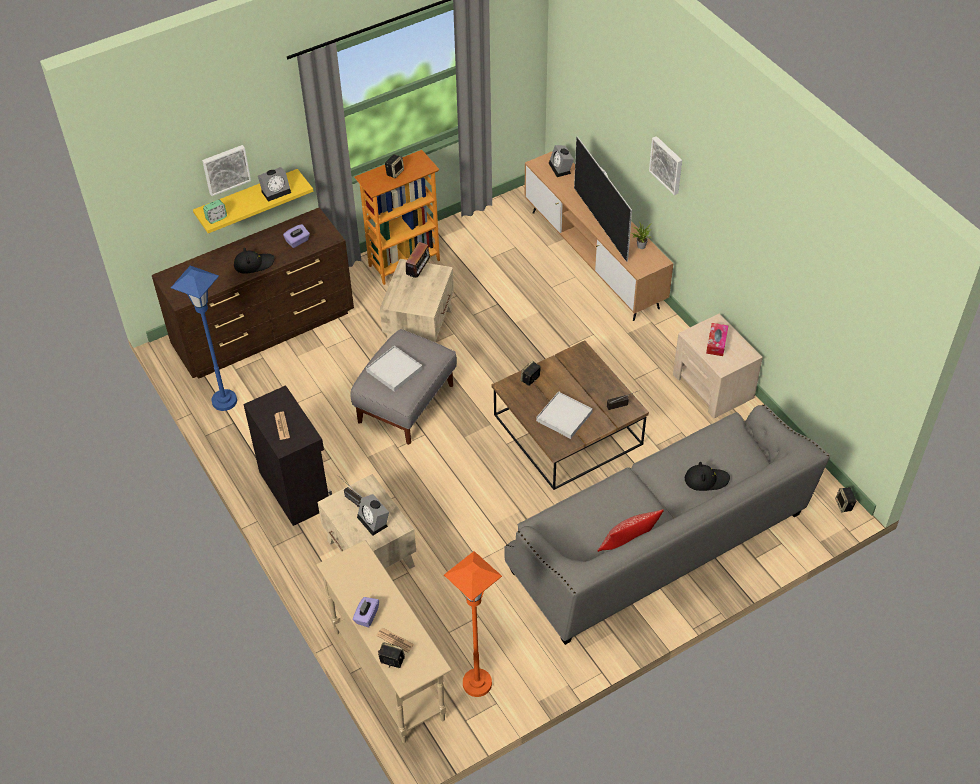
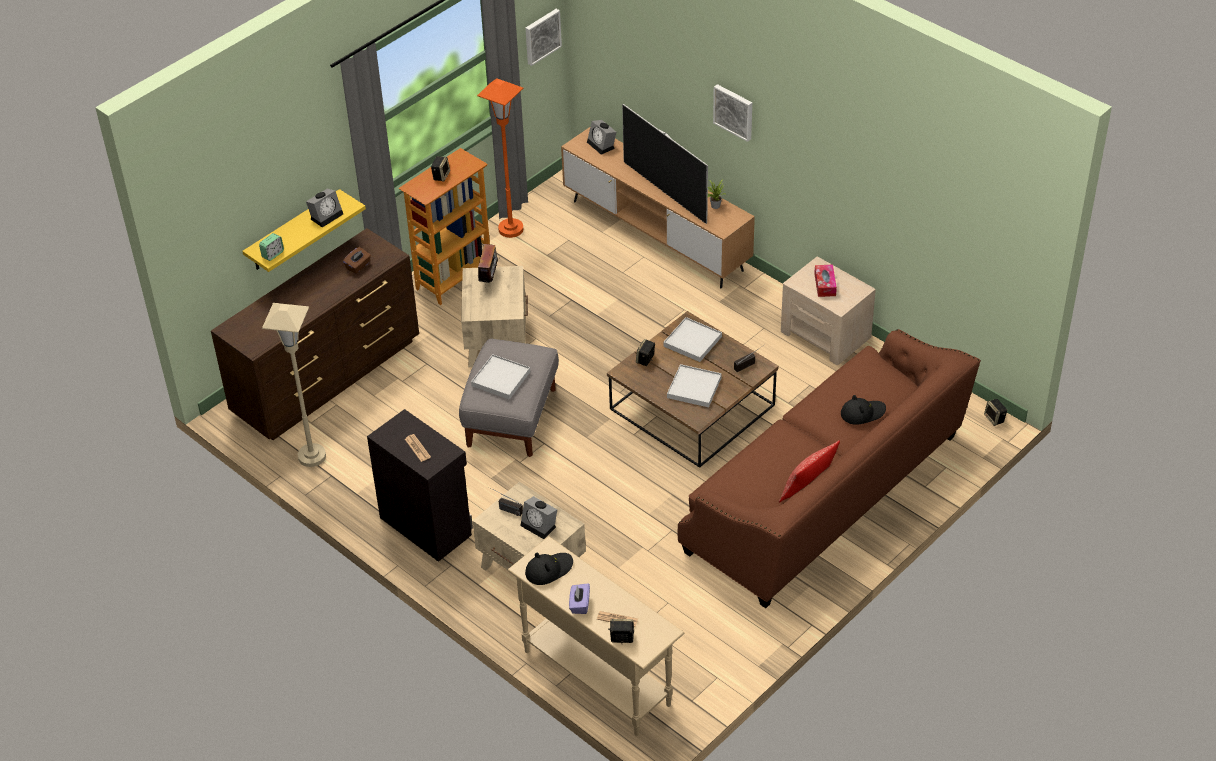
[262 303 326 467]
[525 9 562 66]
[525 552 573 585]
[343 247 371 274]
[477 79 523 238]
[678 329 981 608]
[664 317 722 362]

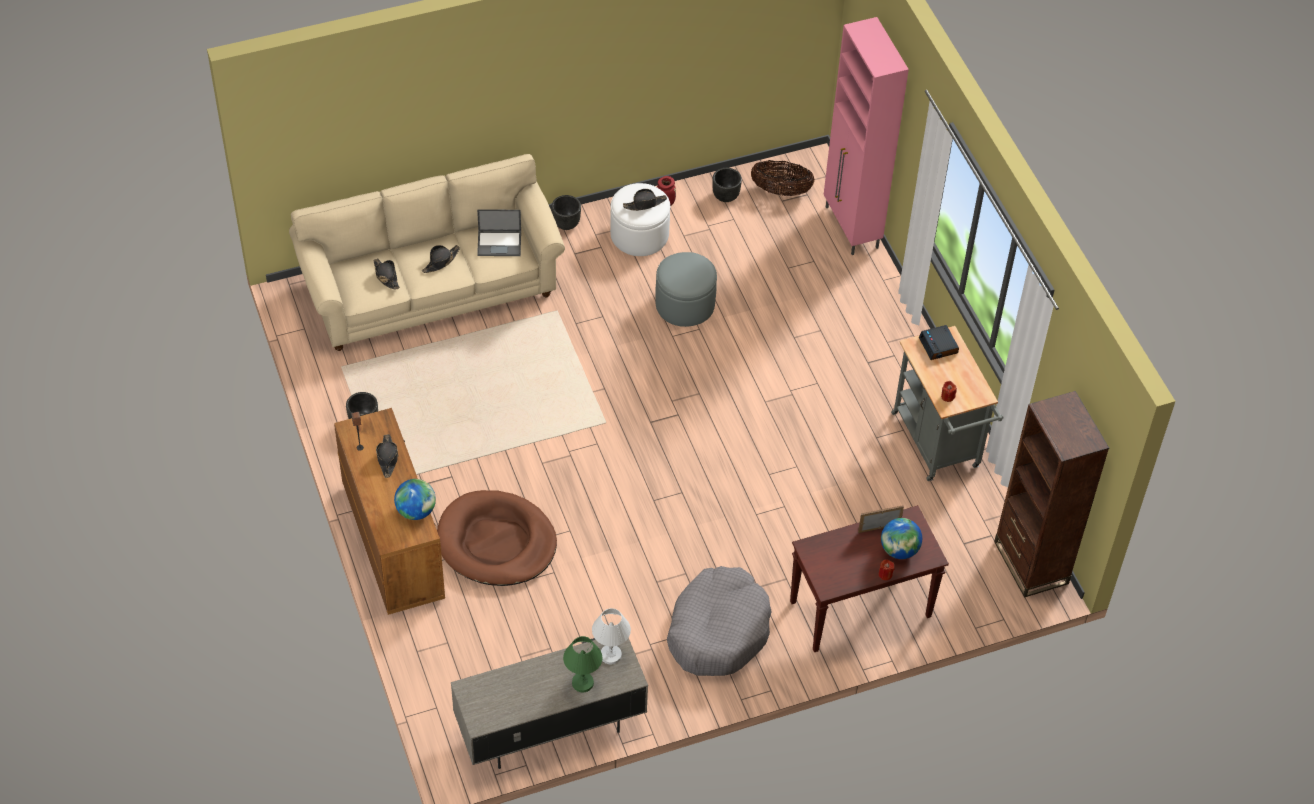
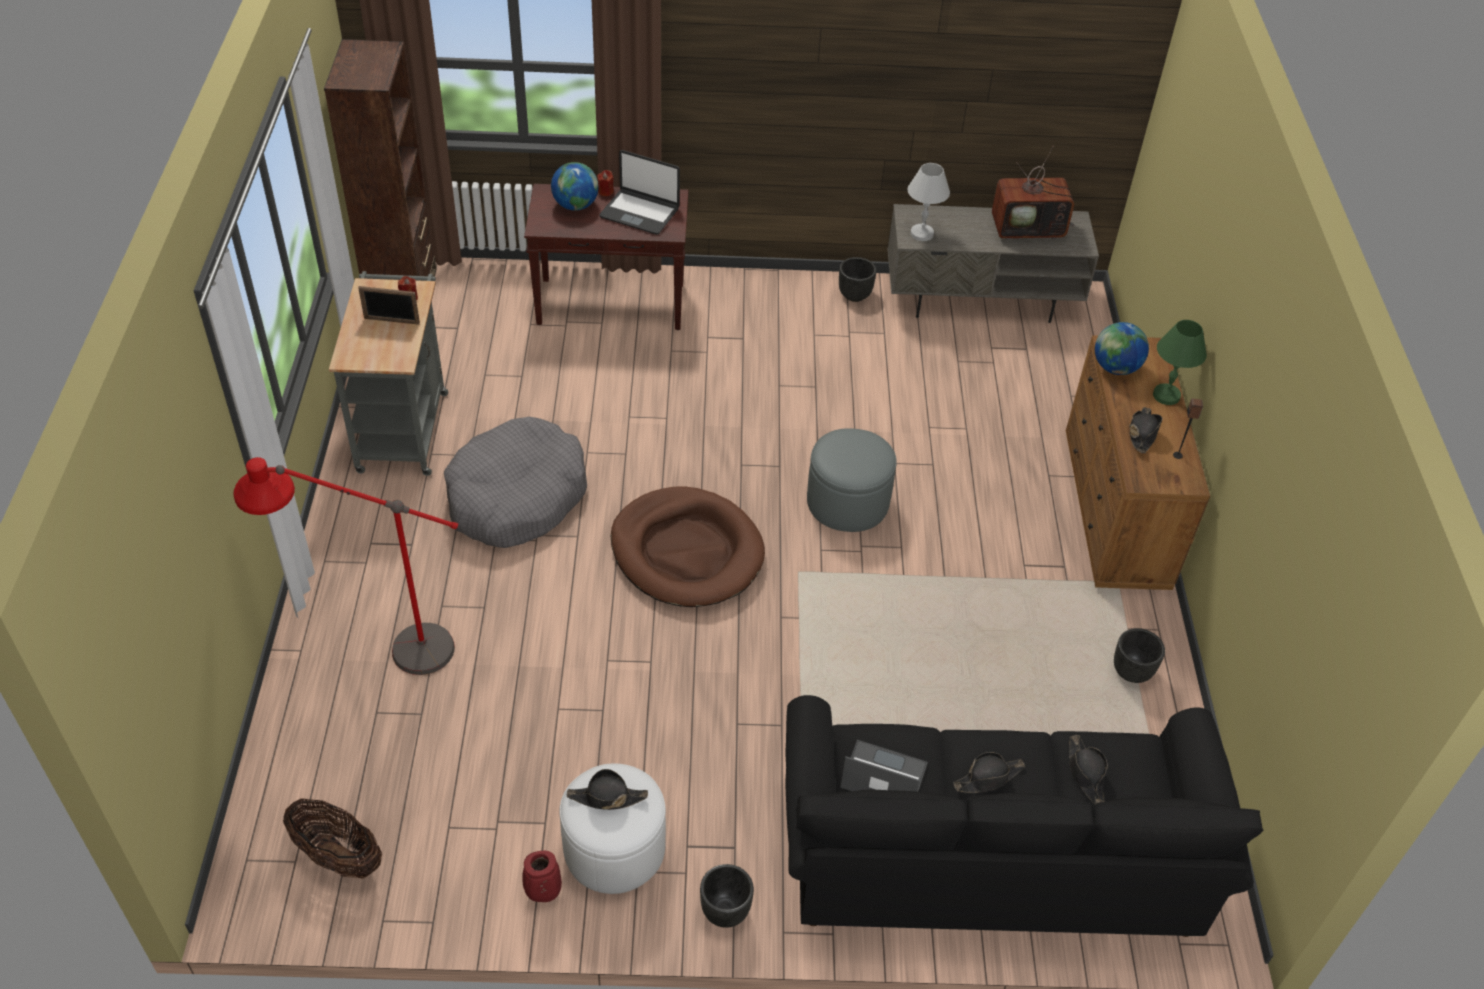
[785 695 1263 937]
[611 486 765 607]
[1153 320 1207 405]
[807 428 897 532]
[444 417 587 548]
[839 257 876 302]
[824 17 909 255] (first image)
[358 286 420 325]
[919 325 959 360] (first image)
[233 457 458 675]
[599 150 680 234]
[992 145 1074 239]

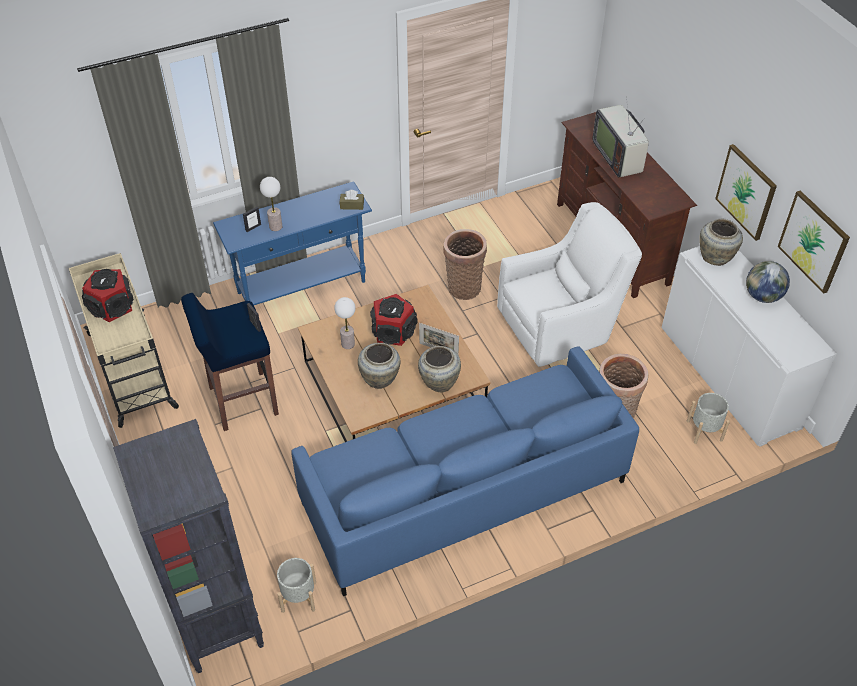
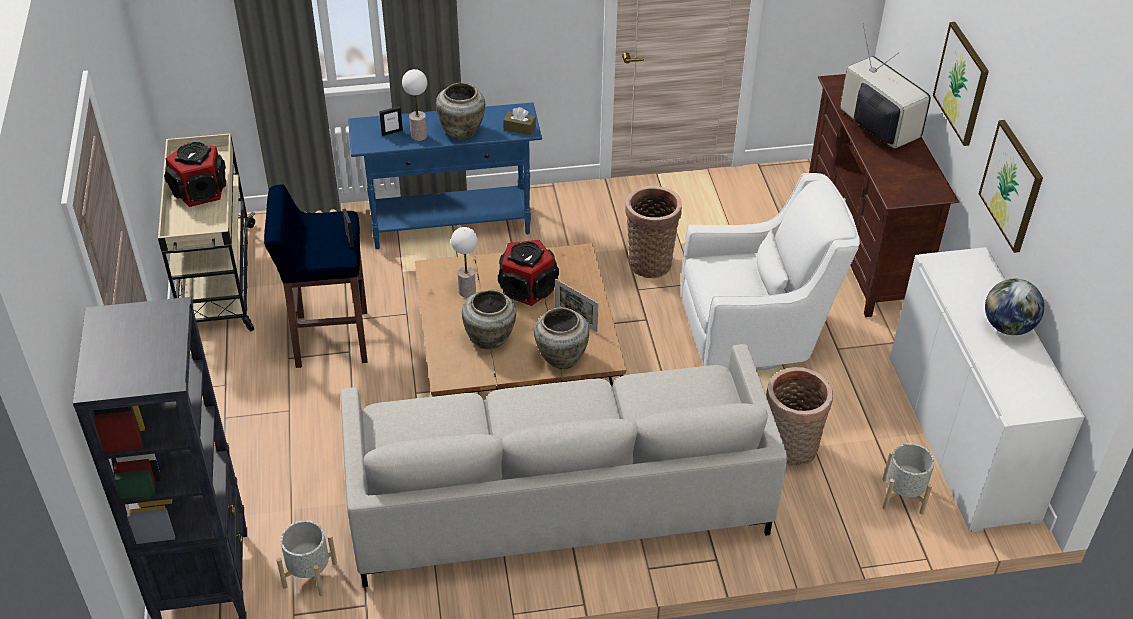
[341 344 787 587]
[840 24 931 150]
[436 83 485 139]
[933 22 989 146]

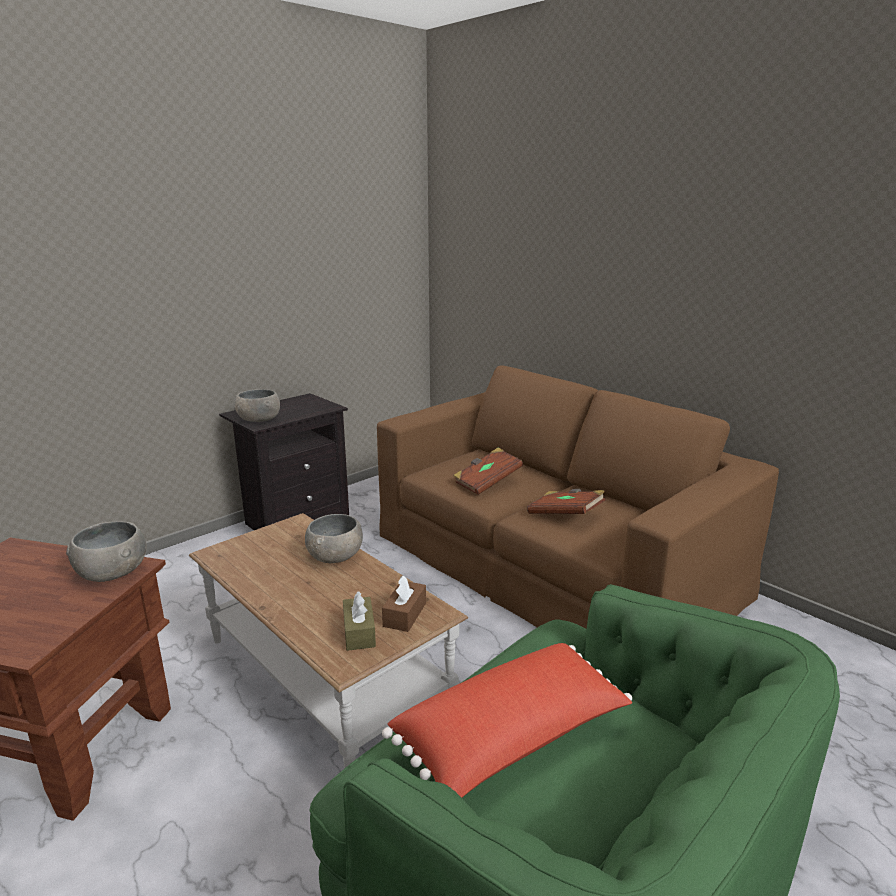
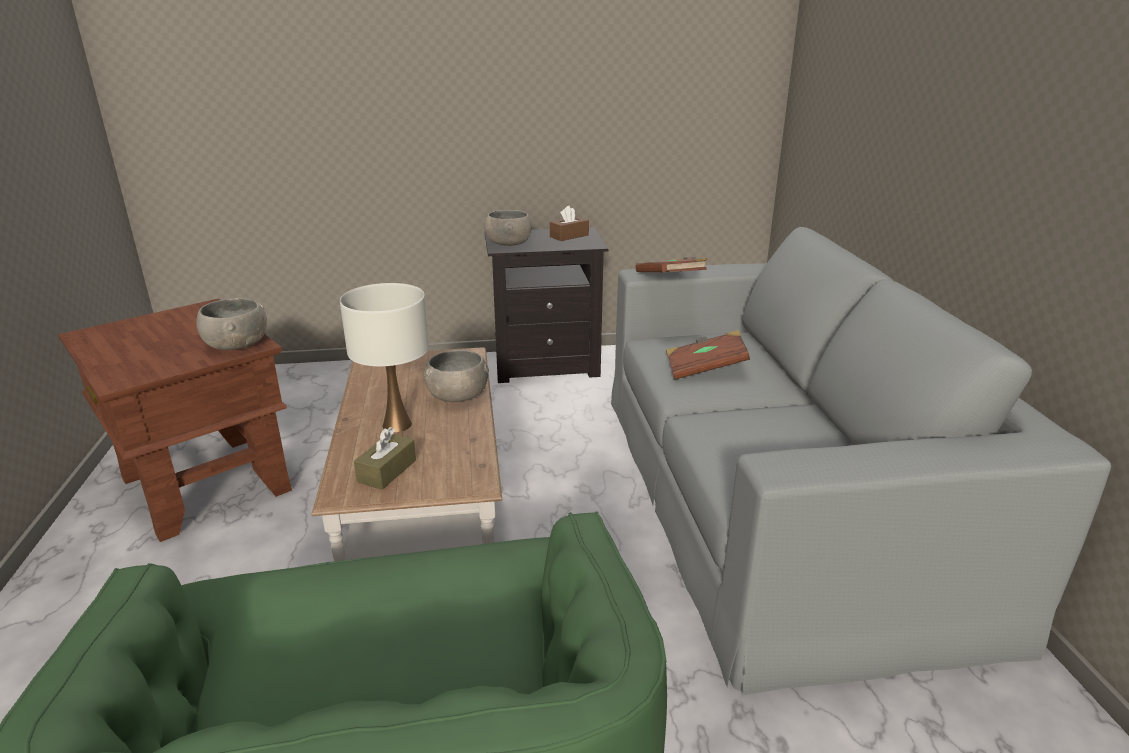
[611 227 1111 695]
[550 206 589 241]
[382 643 632 798] (first image)
[635 257 707 272]
[340 283 429 432]

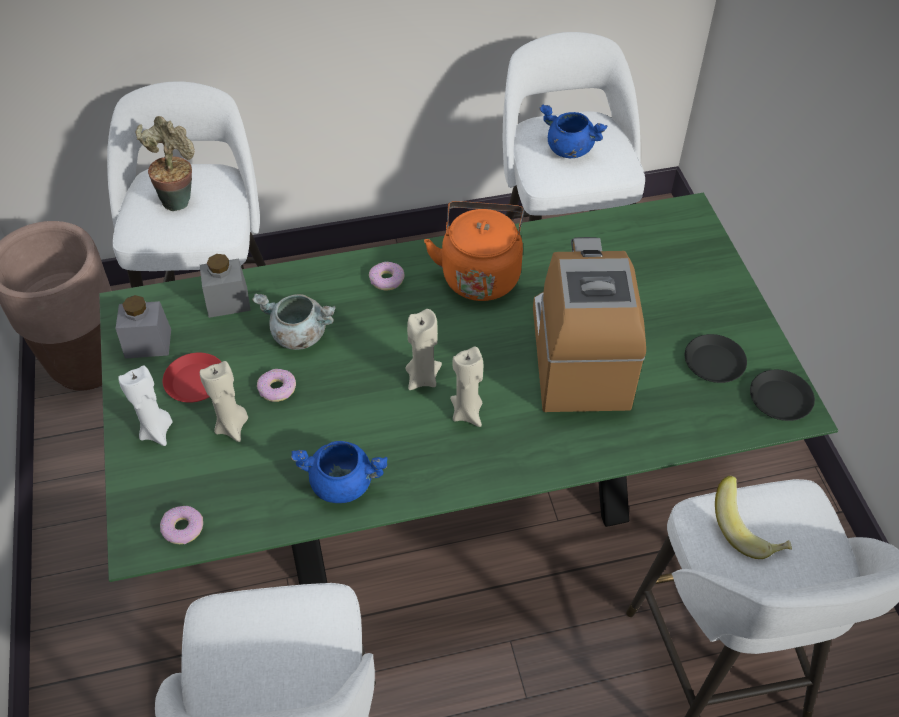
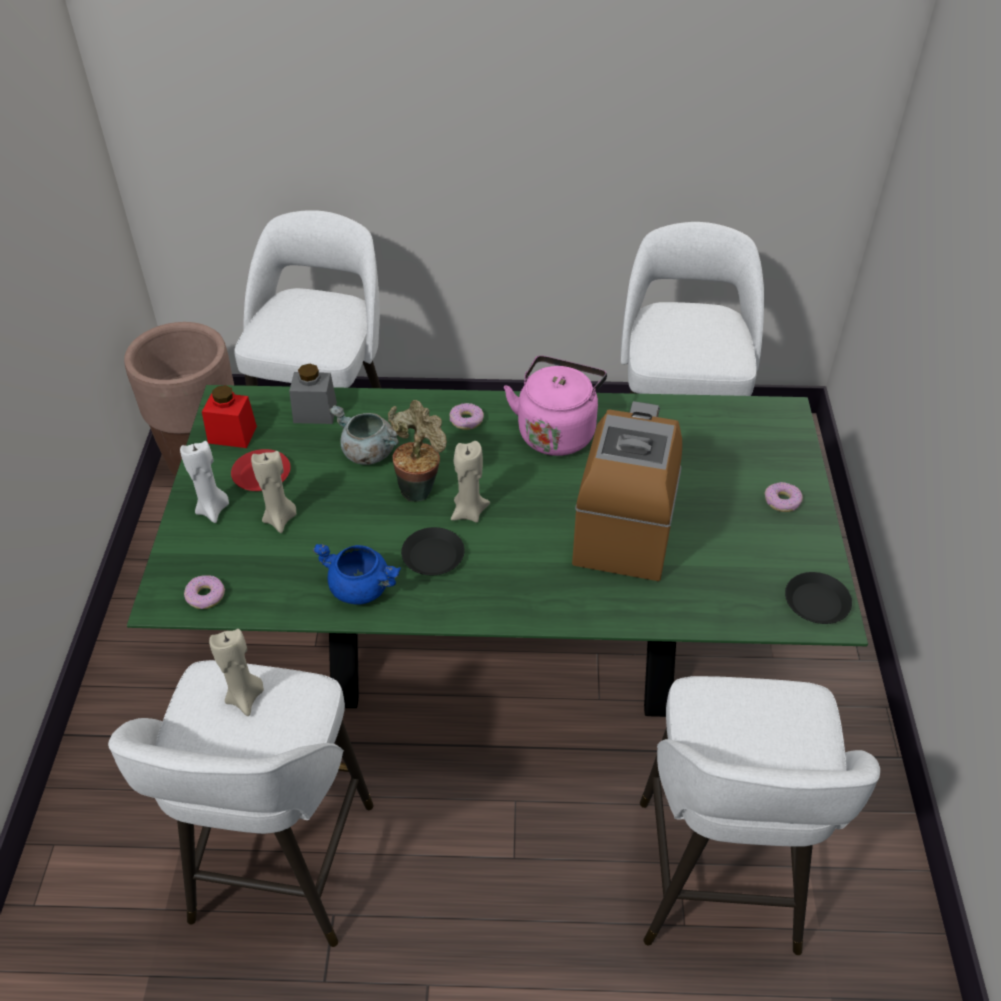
[202 385 257 448]
[388 400 447 502]
[764 482 803 512]
[504 356 607 456]
[209 629 264 716]
[540 105 607 158] (first image)
[401 527 465 575]
[715 476 792 559] (first image)

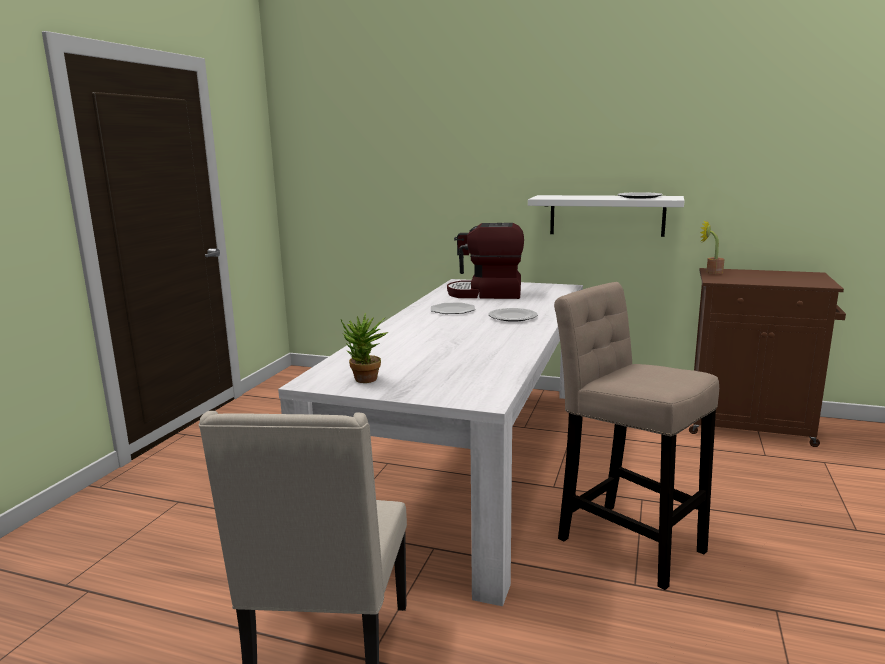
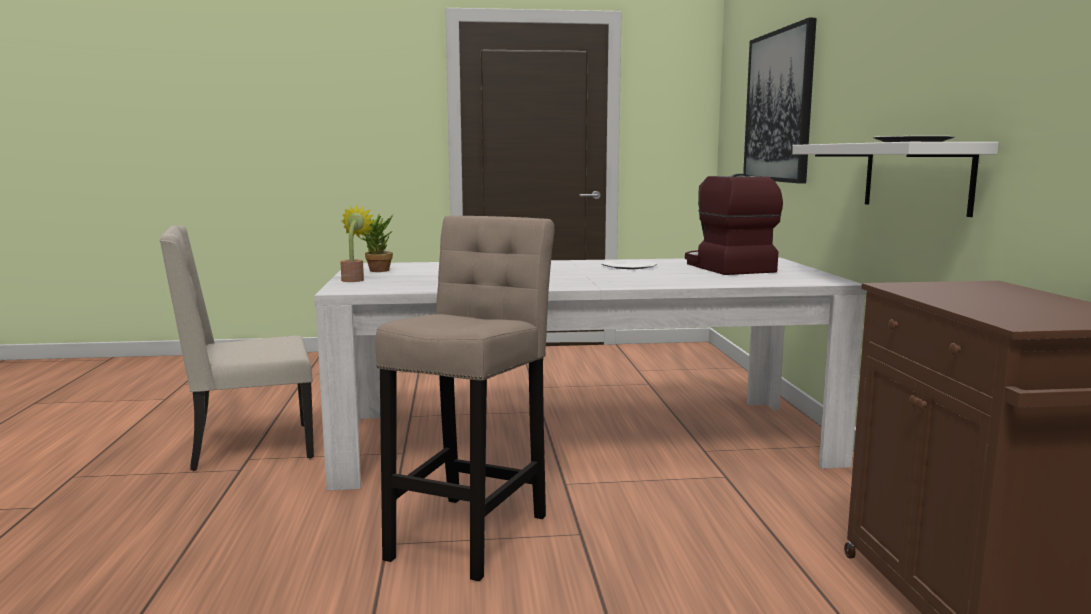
[489 308 538 322] (first image)
[340 204 375 282]
[743 18 817 183]

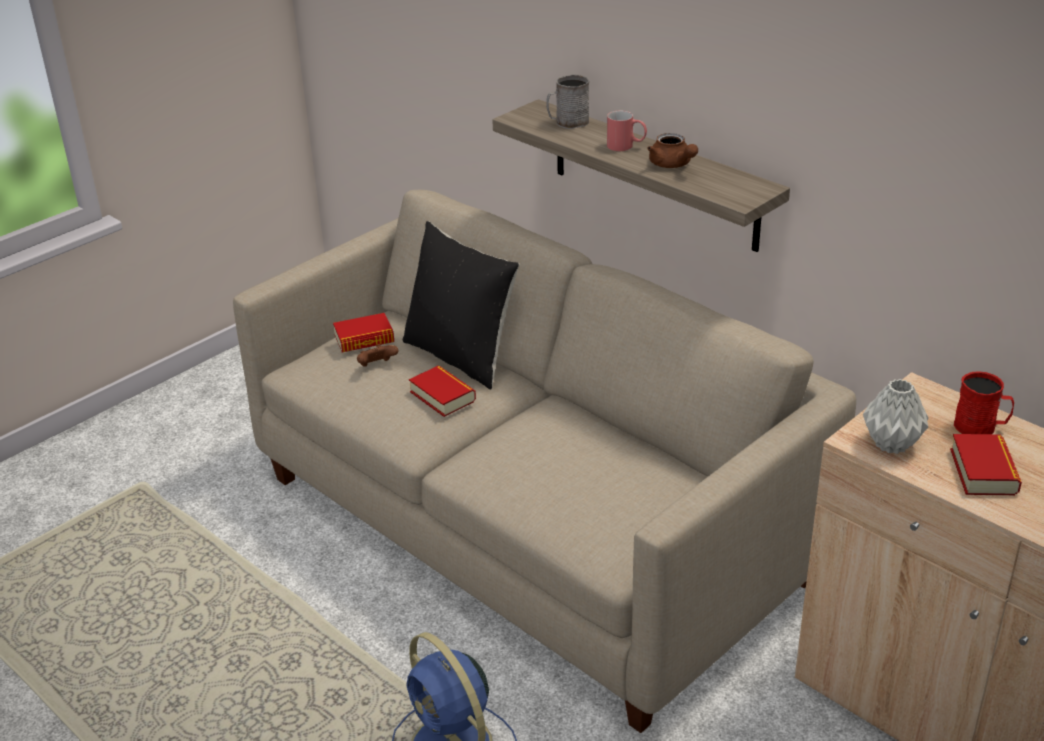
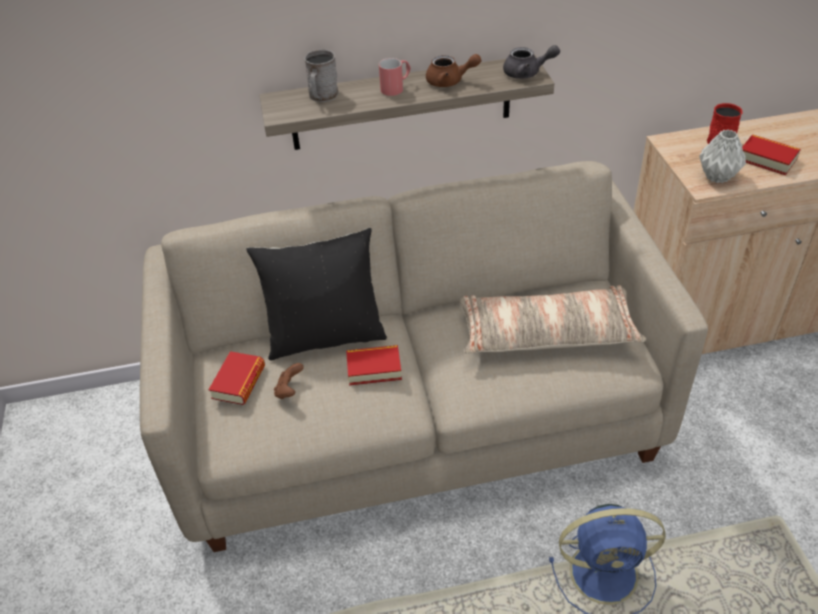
[460 285 646 354]
[503 45 560 79]

